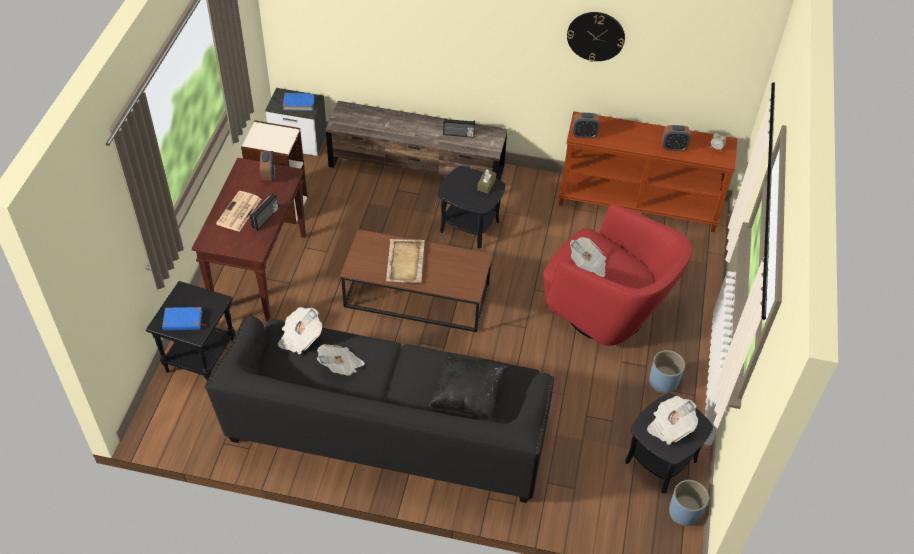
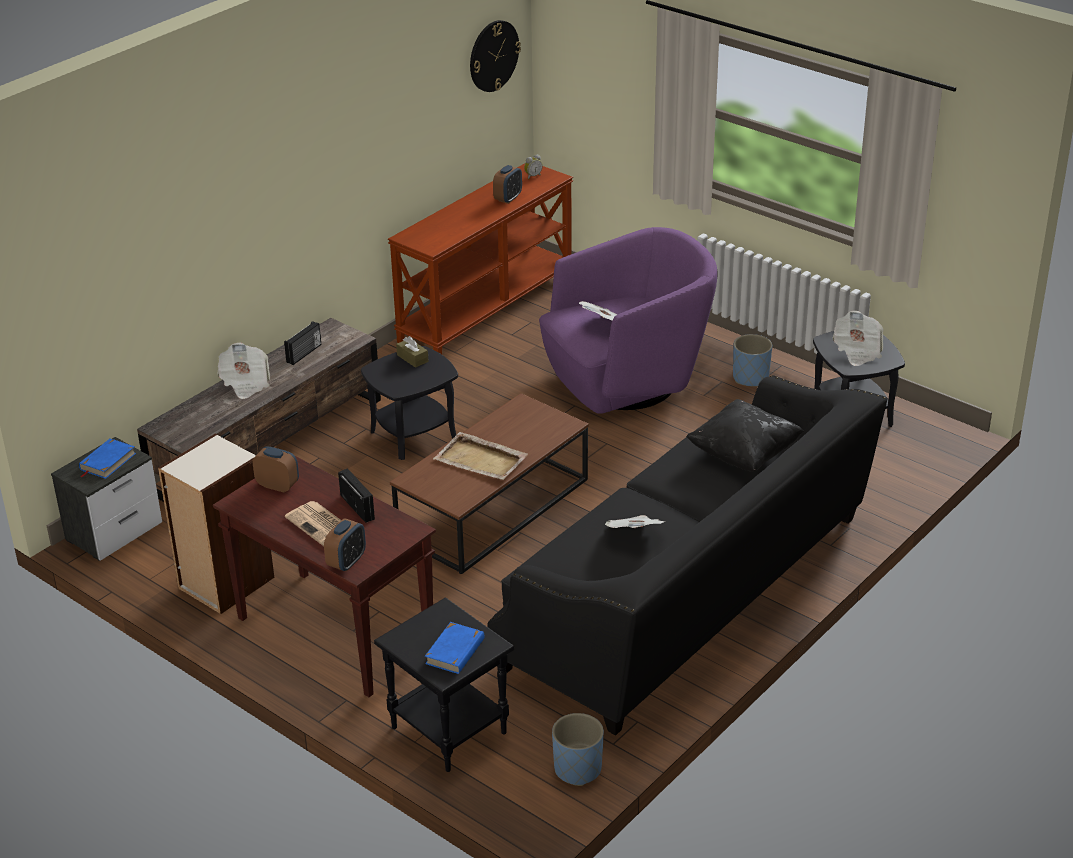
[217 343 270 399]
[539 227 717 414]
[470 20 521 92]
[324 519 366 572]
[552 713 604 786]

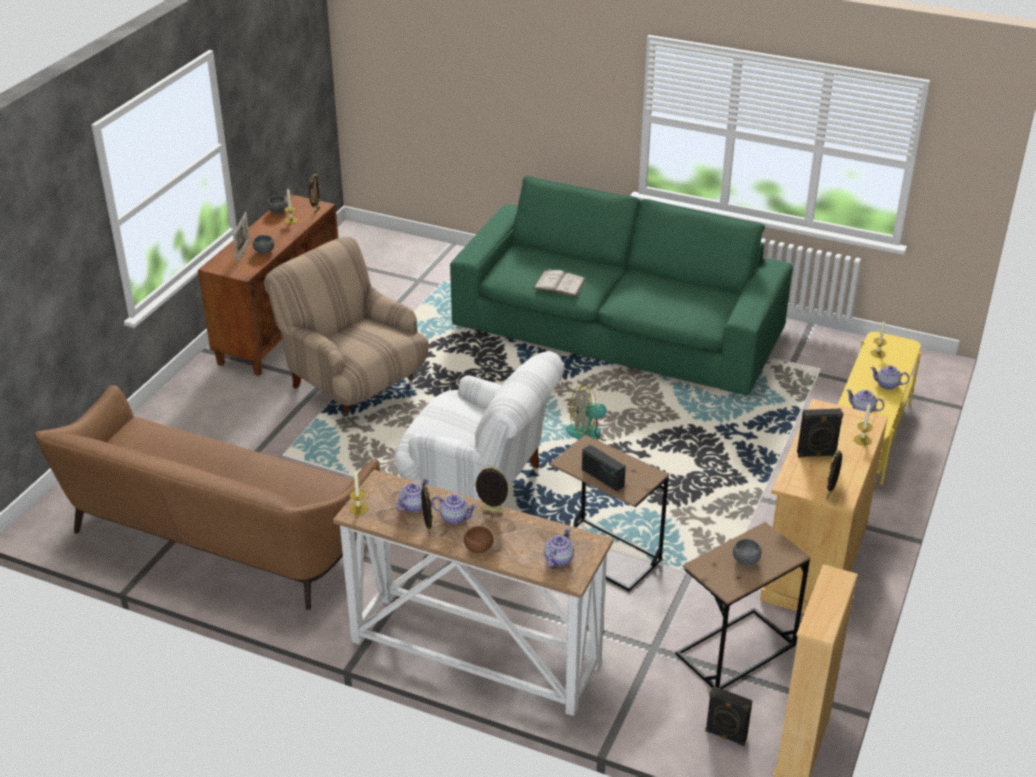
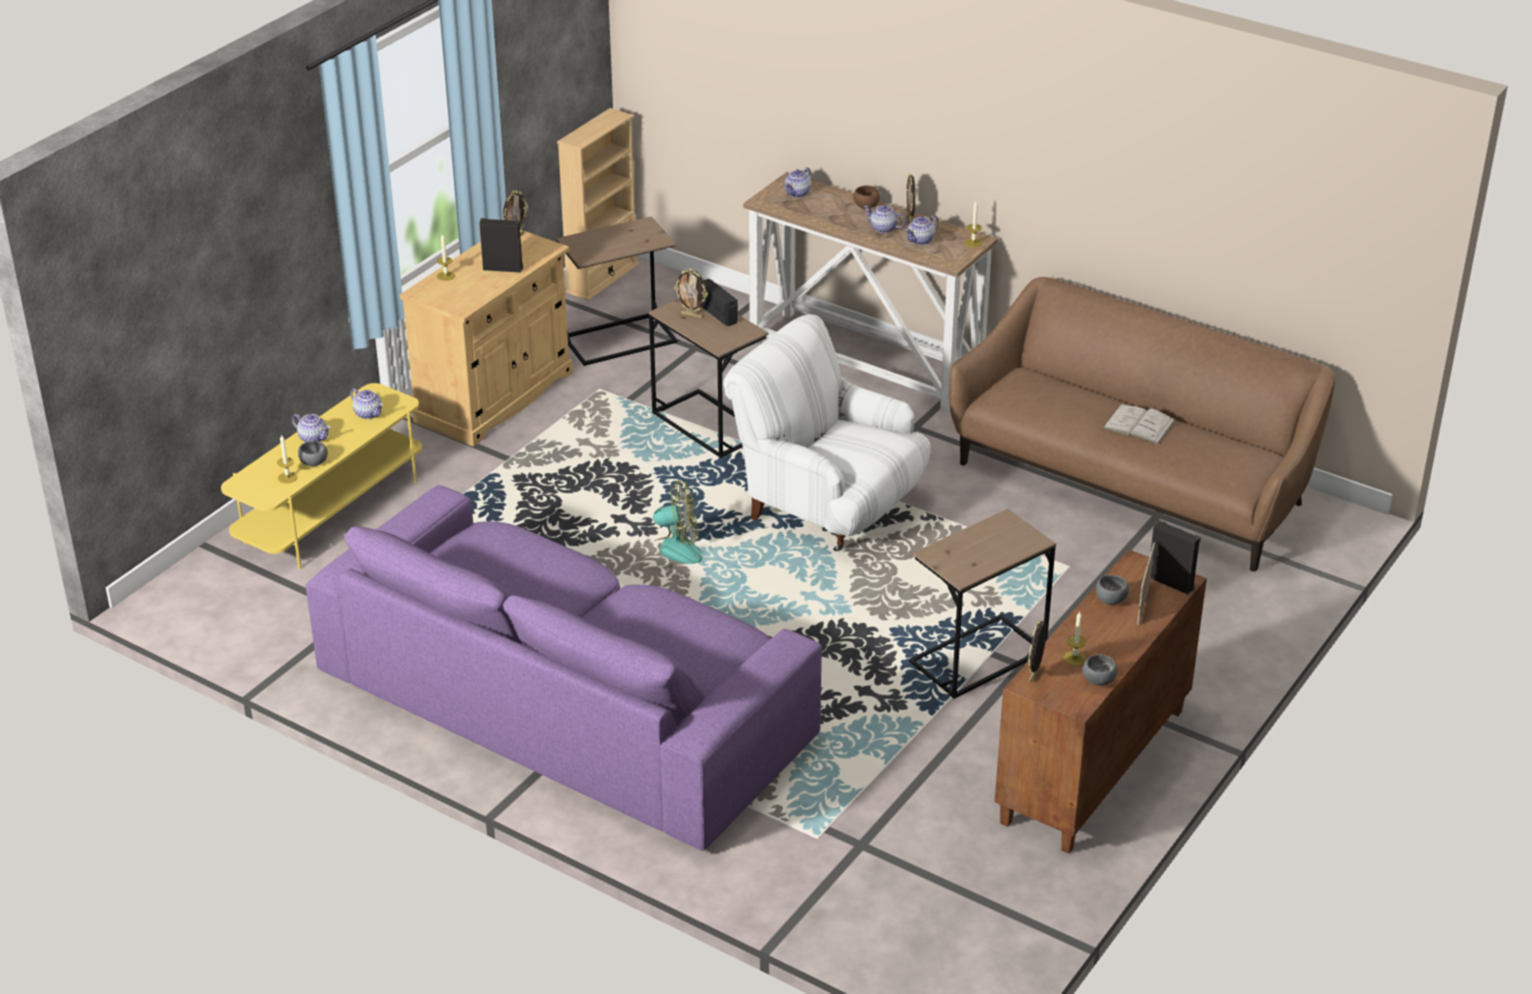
[909 509 1056 699]
[306 485 822 851]
[674 269 707 318]
[1102 404 1176 445]
[1150 520 1201 594]
[298 441 328 467]

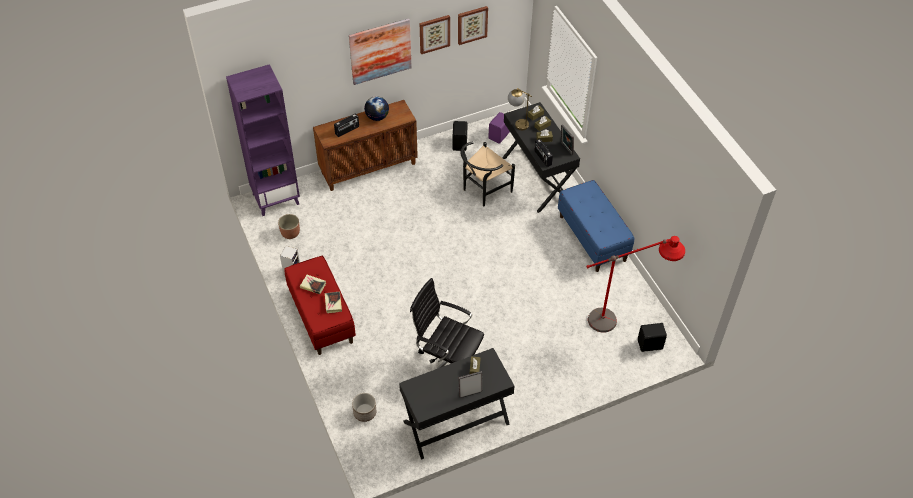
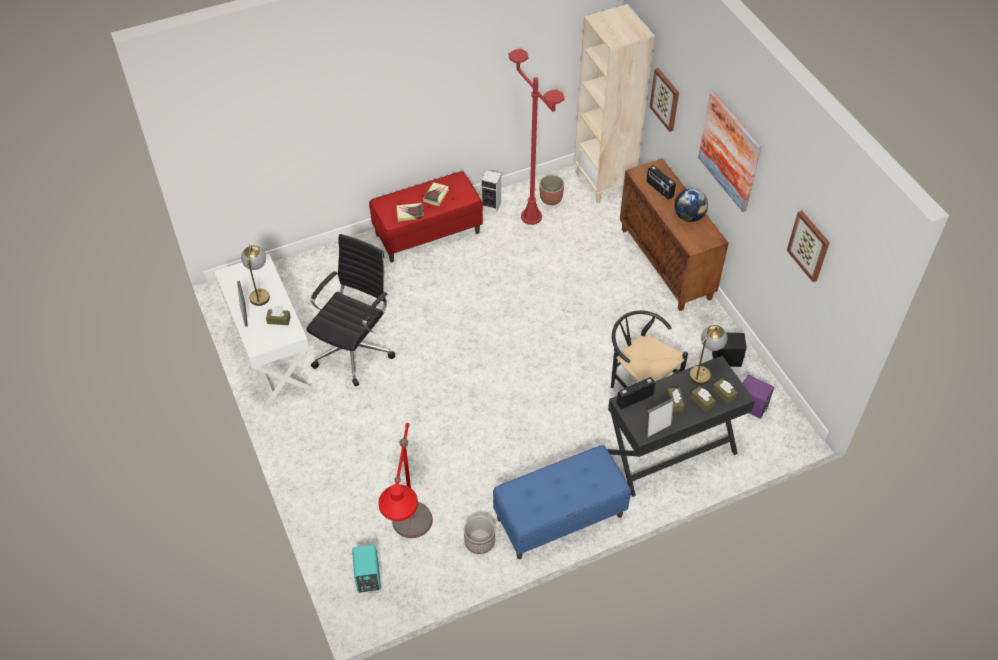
[574 4 655 204]
[464 516 495 554]
[214 254 318 410]
[650 68 679 132]
[352 545 381 593]
[241 245 270 306]
[509 49 565 225]

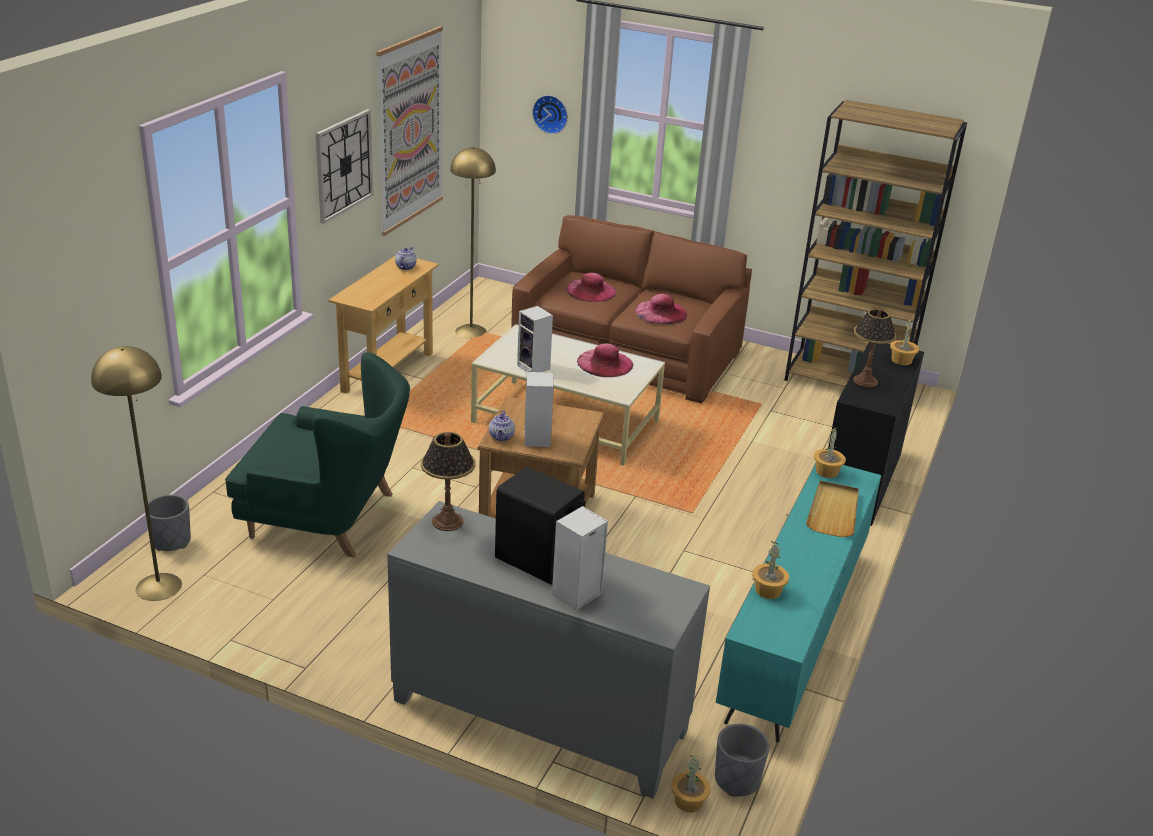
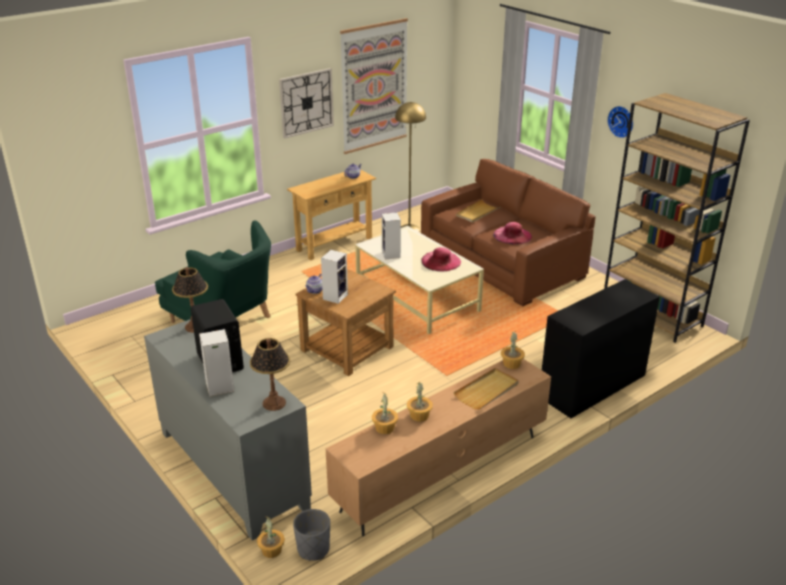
[91 346 182 601] (first image)
[145 495 191 551] (first image)
[607 106 633 138]
[456 199 501 223]
[326 359 551 536]
[250 338 290 411]
[407 382 433 422]

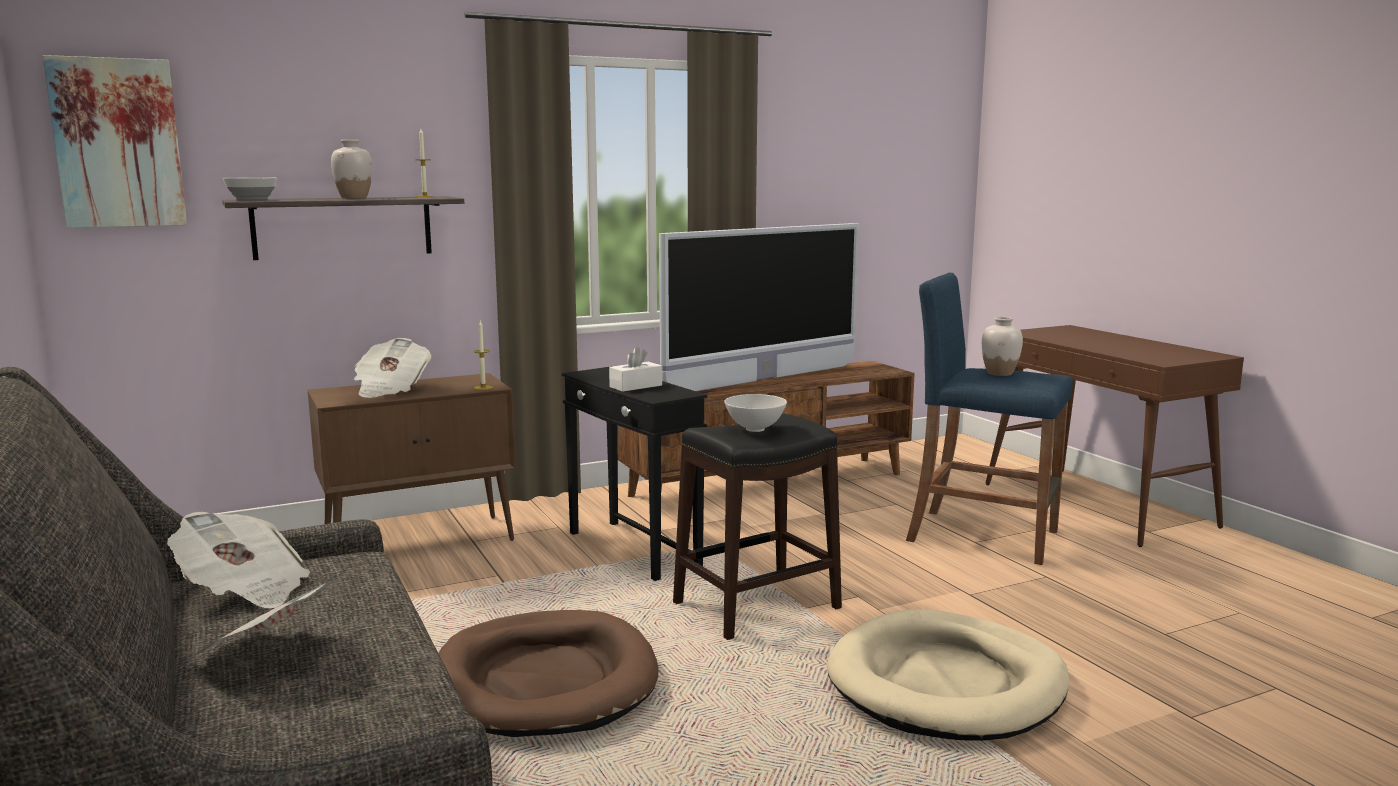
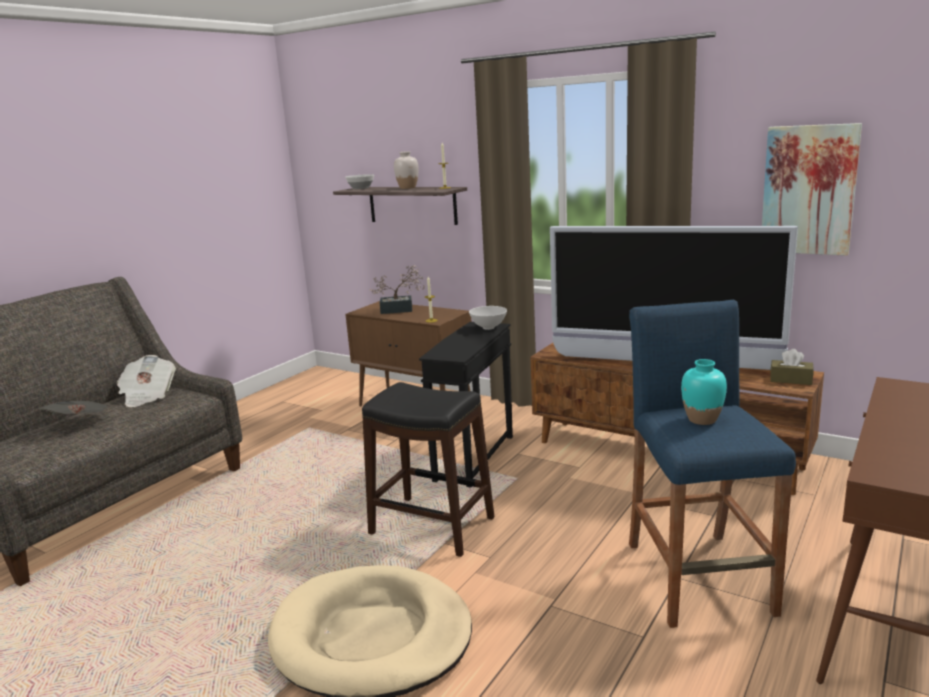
[762 123 862 256]
[370 265 425 314]
[438 610 659 737] (first image)
[609 347 662 392] (first image)
[469 306 507 330]
[681 359 727 425]
[770 349 814 385]

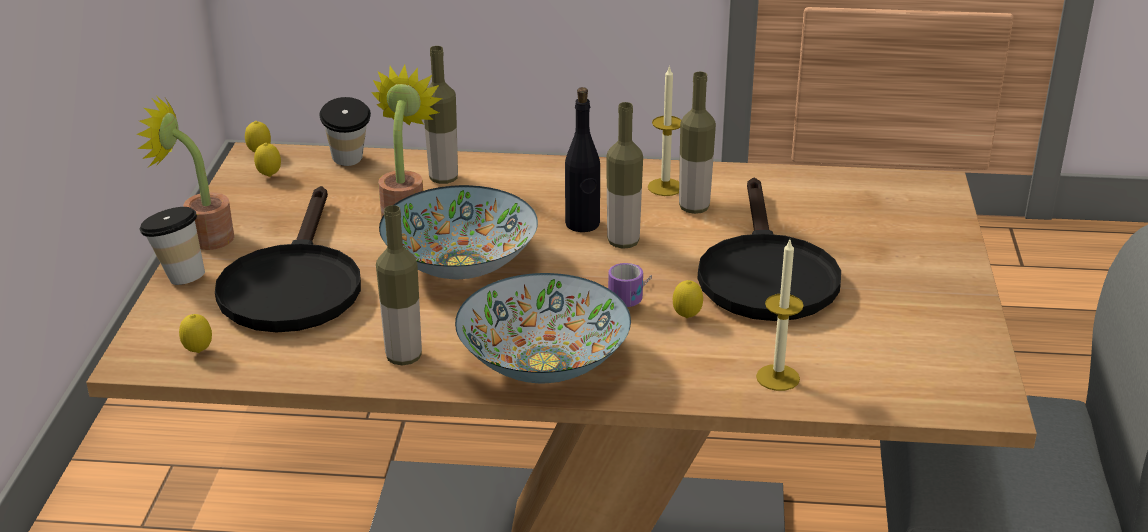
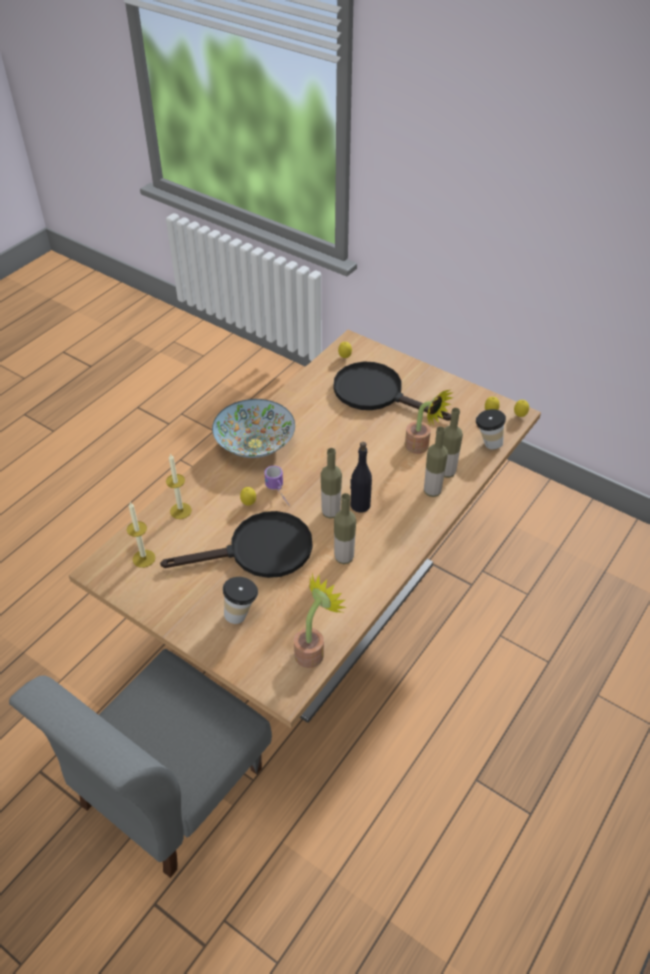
[294 572 346 668]
[223 577 258 624]
[424 426 448 497]
[379 185 538 280] (first image)
[127 502 156 568]
[160 511 312 578]

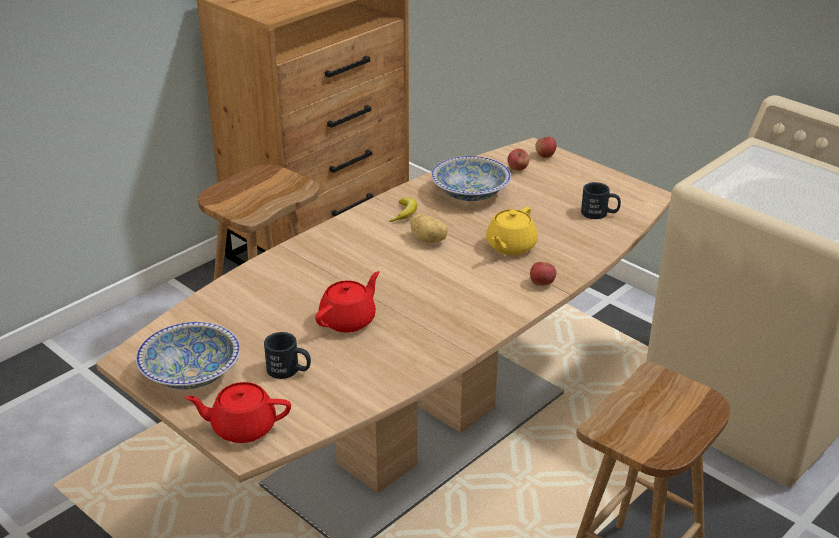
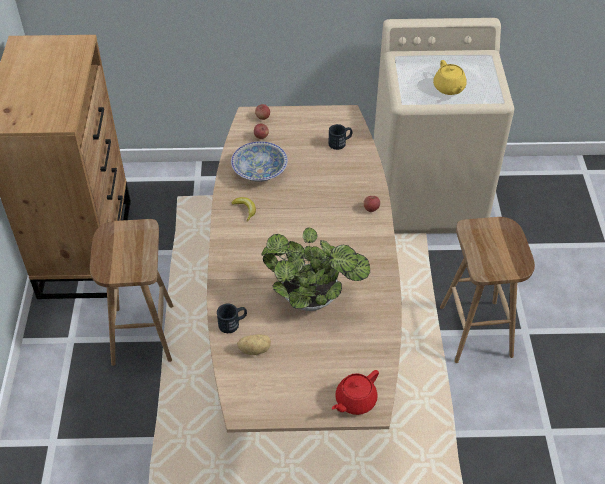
[136 322 240 389] (first image)
[217 304 247 333]
[261 227 370 311]
[237 334 271 355]
[433 60 467 95]

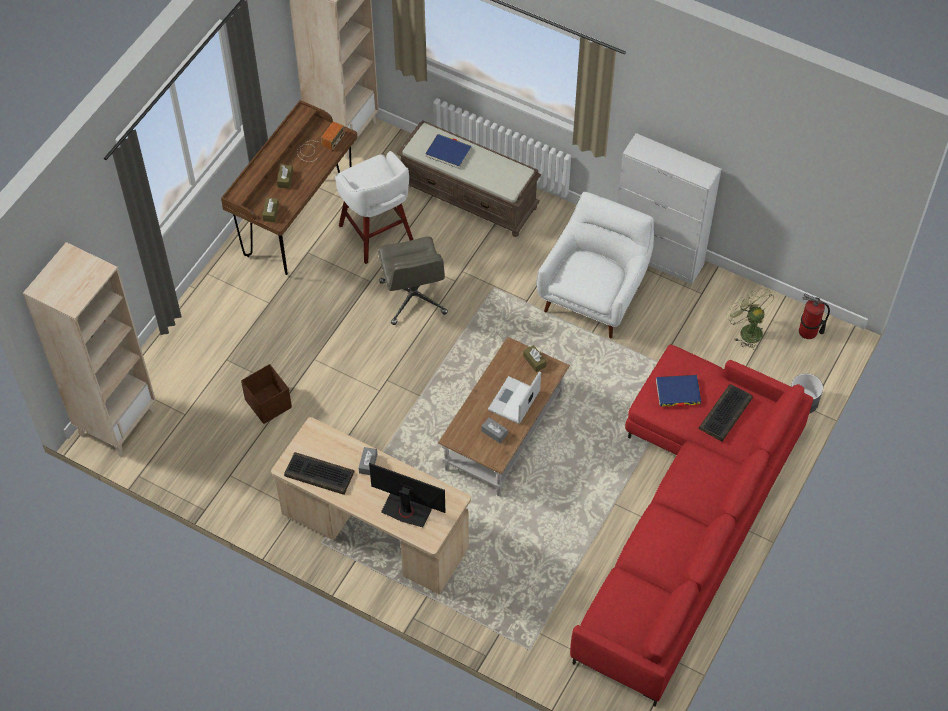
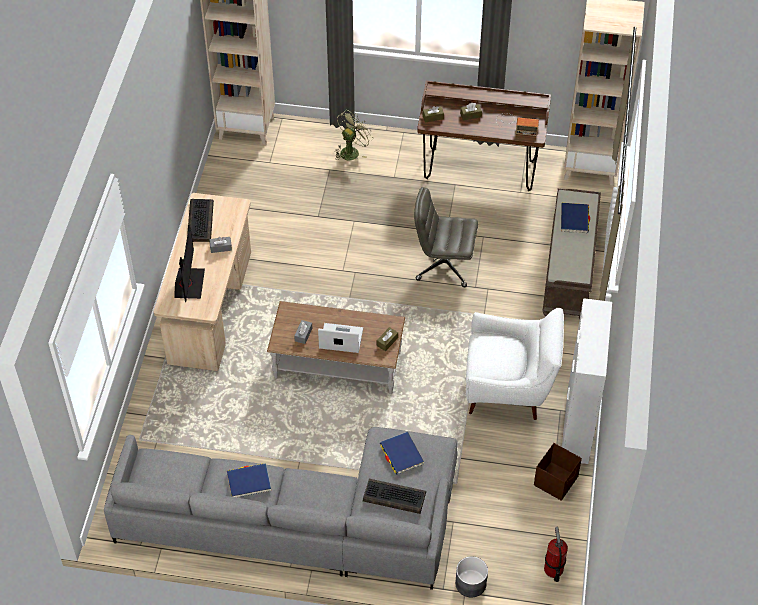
[534 443 582 501]
[335 151 413 264] (first image)
[414 187 478 287]
[104 427 458 590]
[334 110 373 161]
[227 463 271 497]

